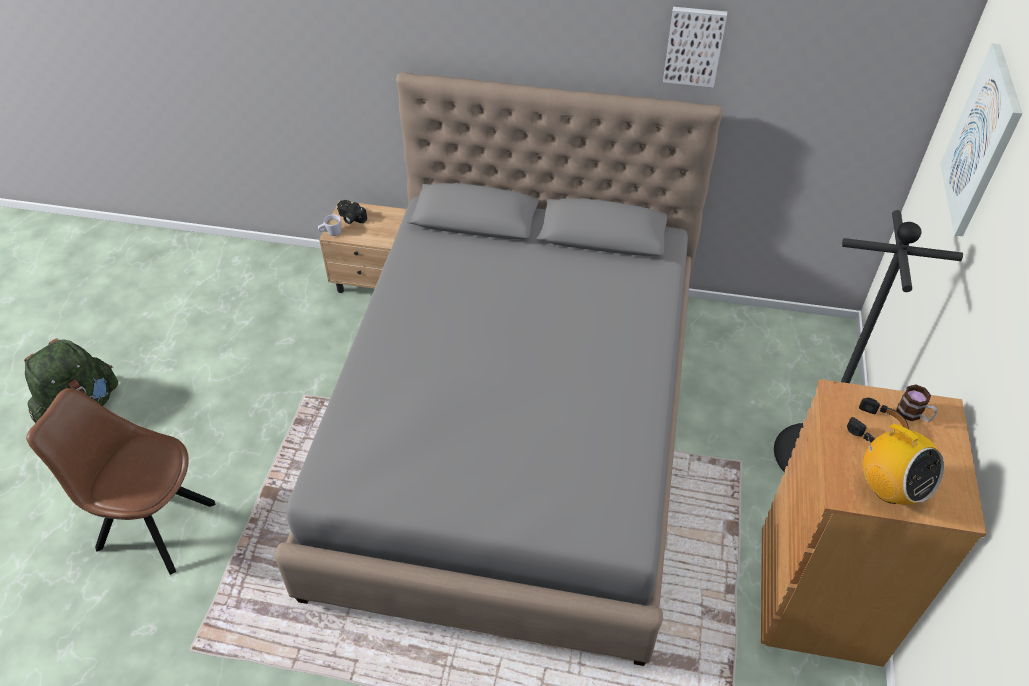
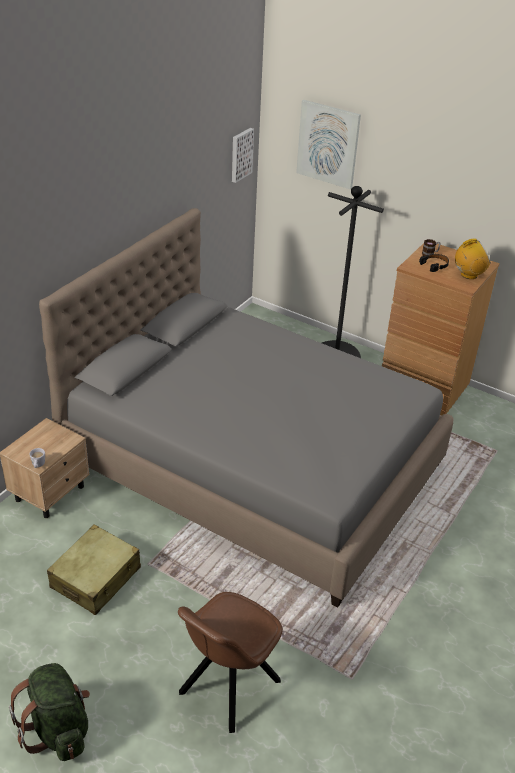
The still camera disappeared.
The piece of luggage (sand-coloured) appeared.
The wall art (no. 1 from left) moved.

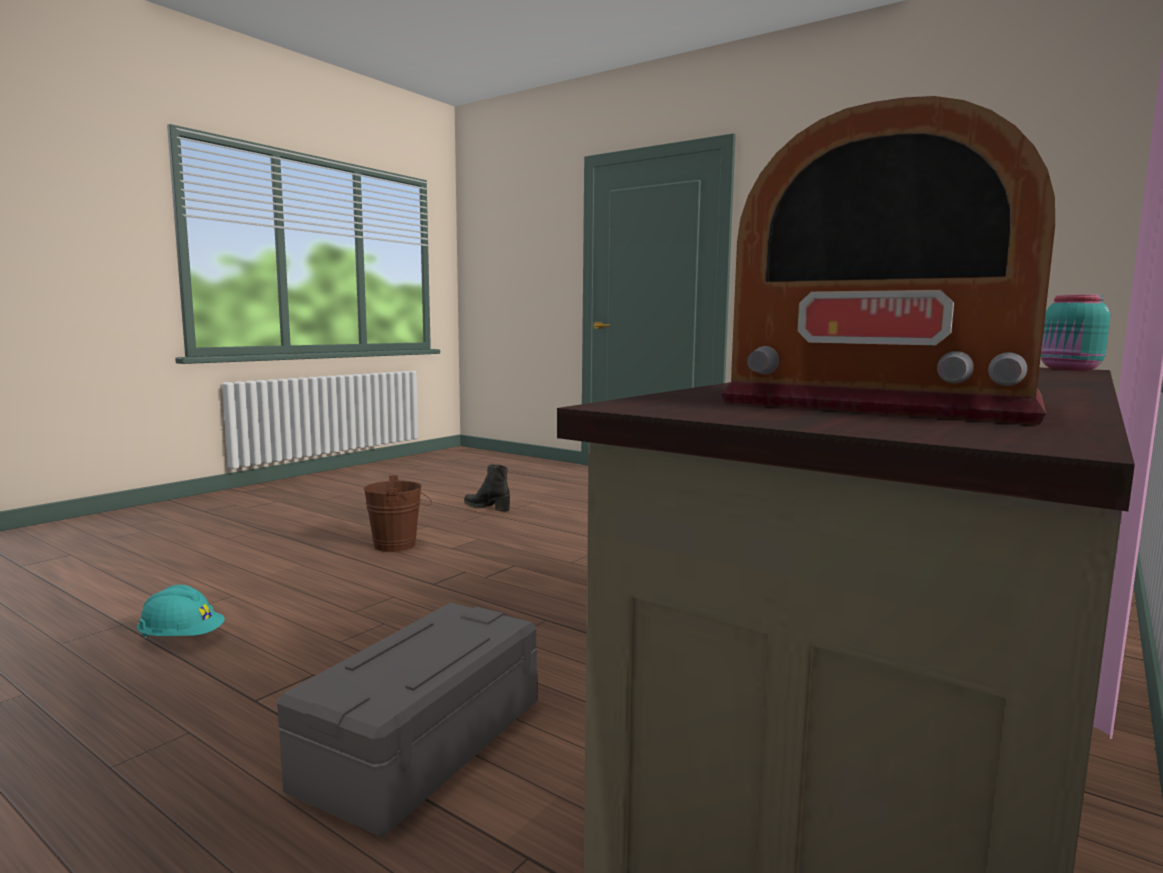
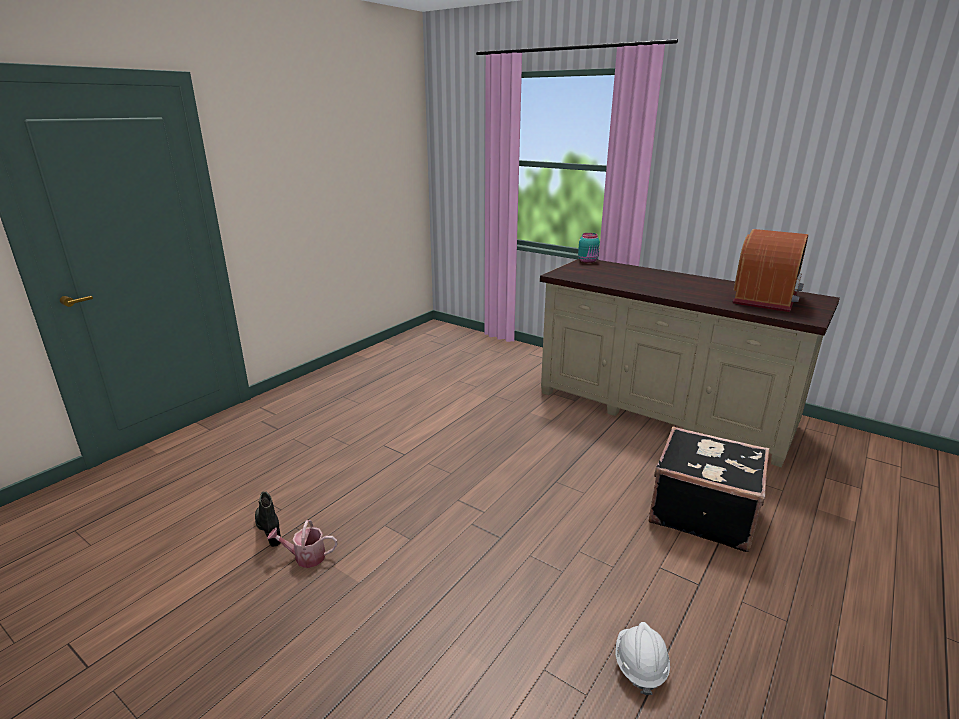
The pail (brown) disappeared.
The sprinkling can appeared.
The storage container (gray) was replaced by the piece of luggage (black-coloured).
The safety helmet (blue-green) became the safety helmet (white-coloured).
The boot (black-coloured) turned 120 degrees clockwise.

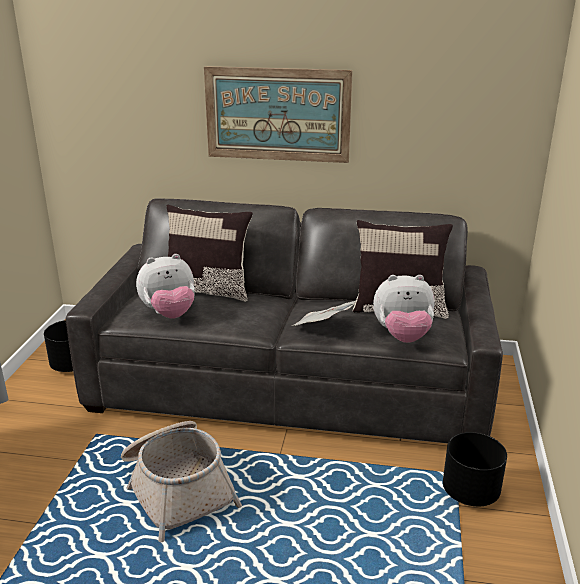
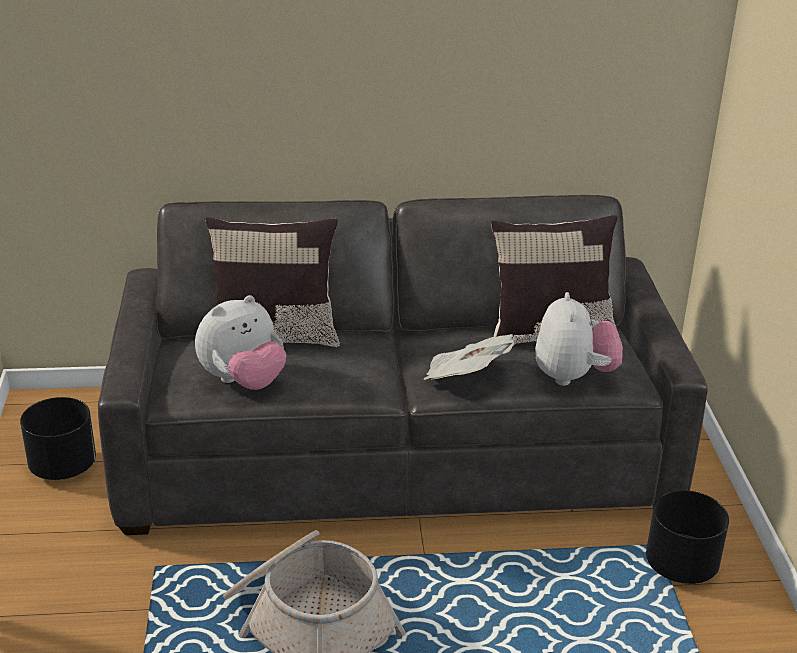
The wall art disappeared.
The plush toy (no. 2 from left) turned 75 degrees counterclockwise.

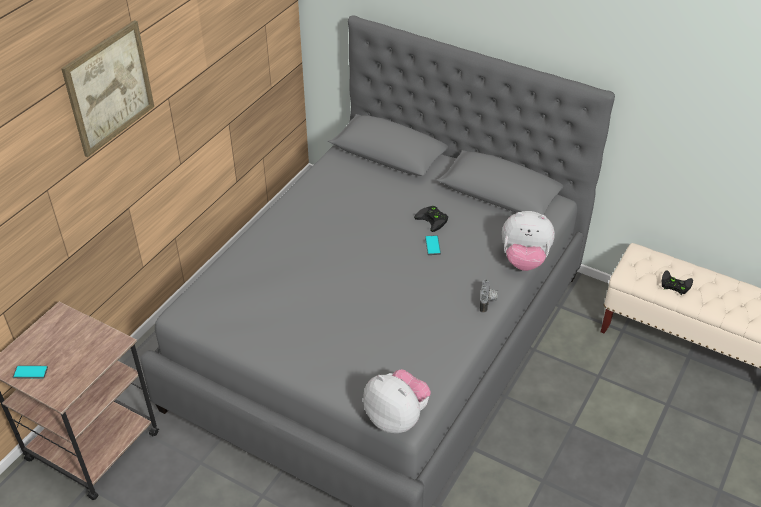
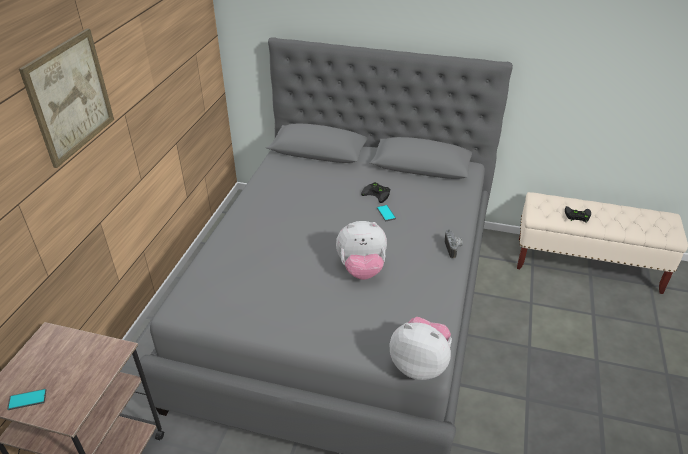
The plush toy (no. 2 from left in the first image) moved.

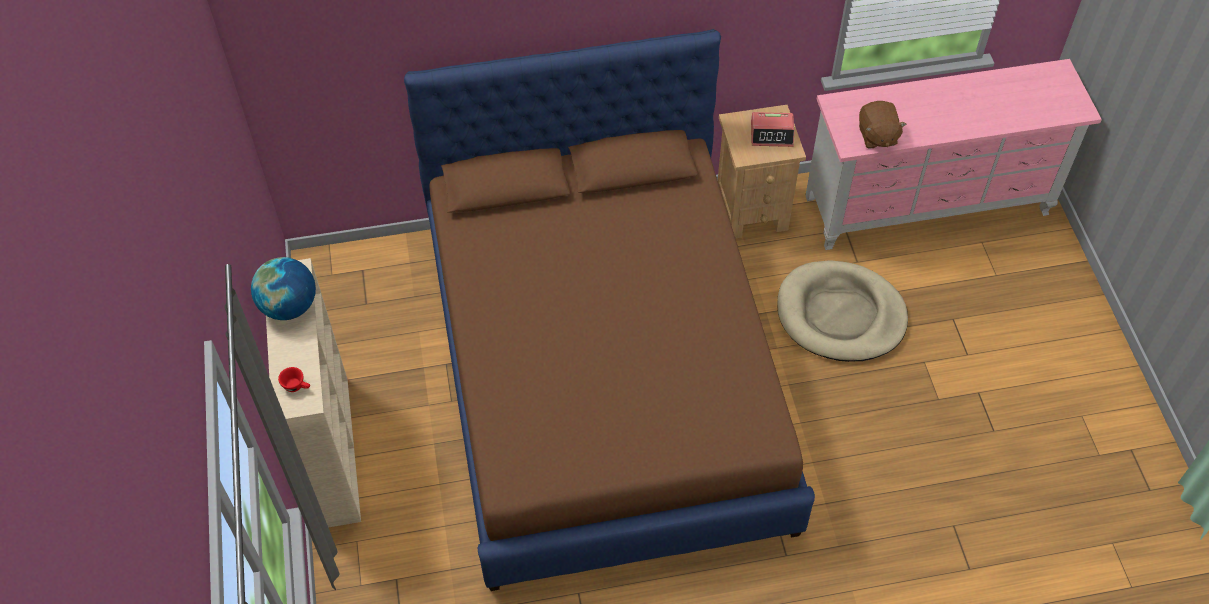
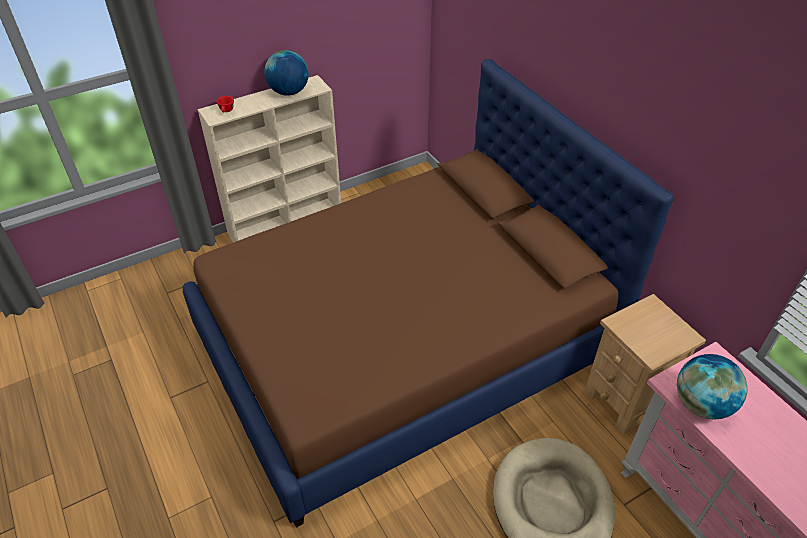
The alarm clock disappeared.
The plush toy (brown) was replaced by the desk globe (no. 2 from left).

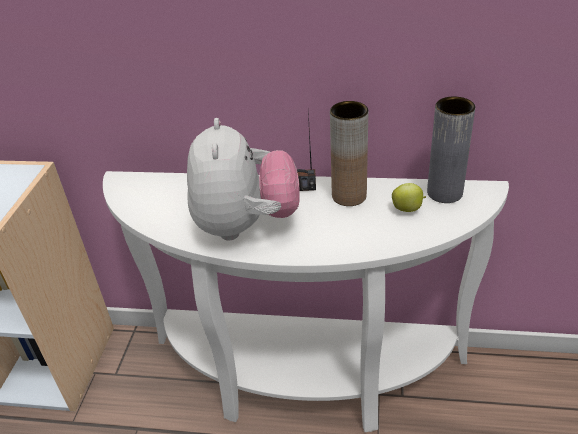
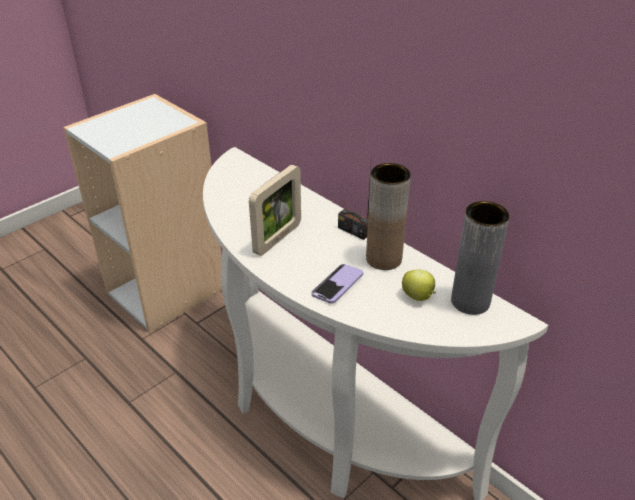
The handset appeared.
The plush toy was replaced by the standing frame.

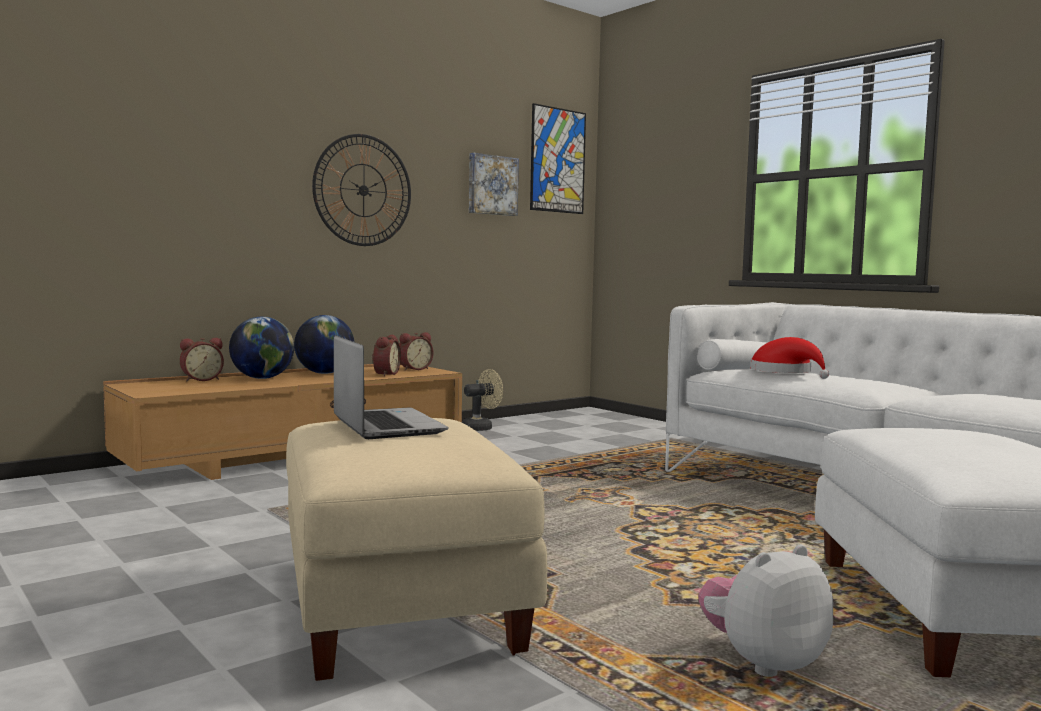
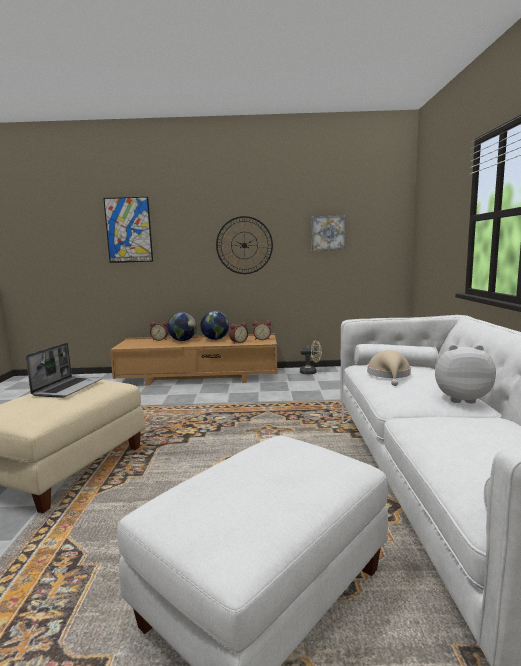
The wall art (no. 2 from left in the first image) moved.
The plush toy moved.
The hat (reddish) became the hat (sand-coloured).

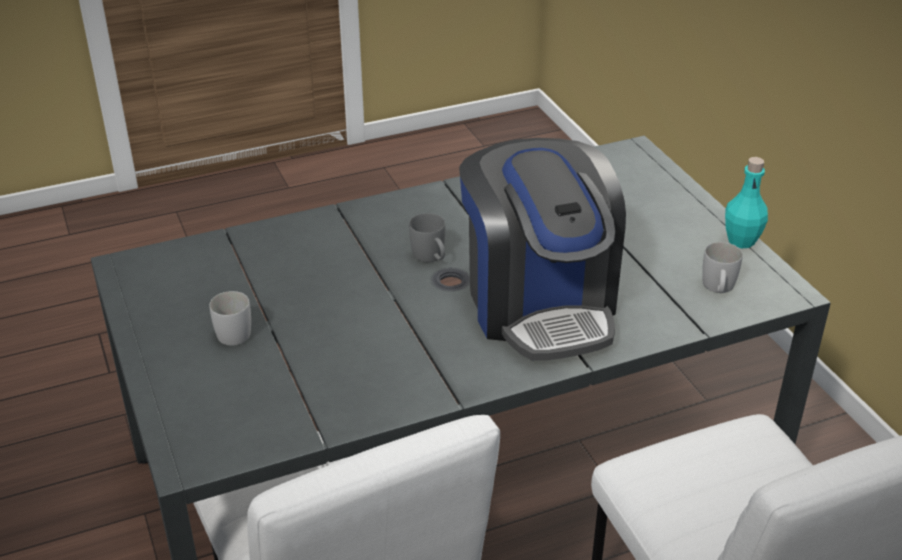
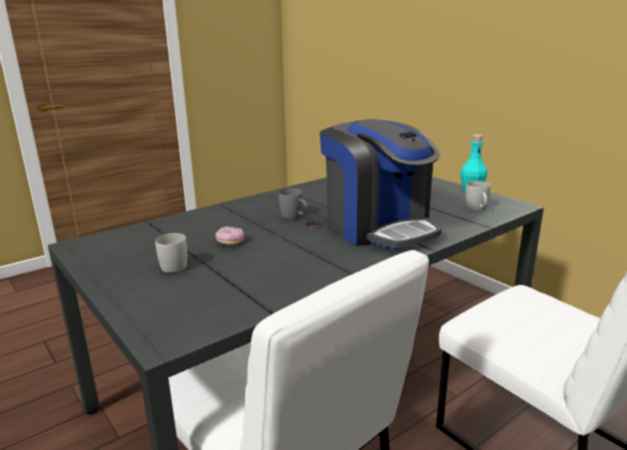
The donut appeared.

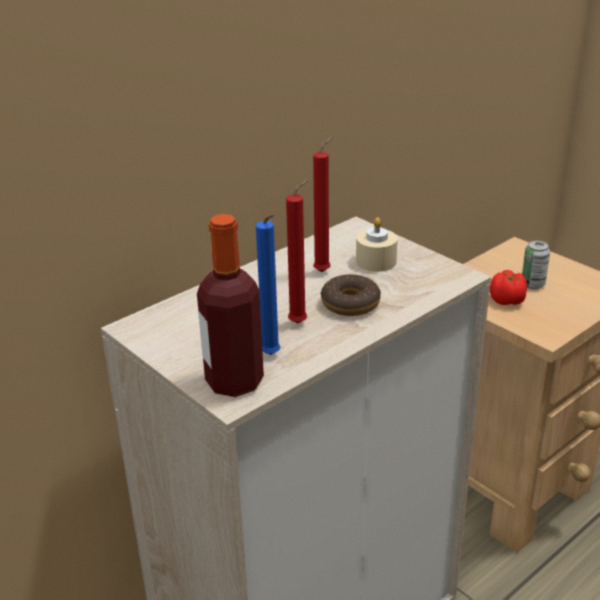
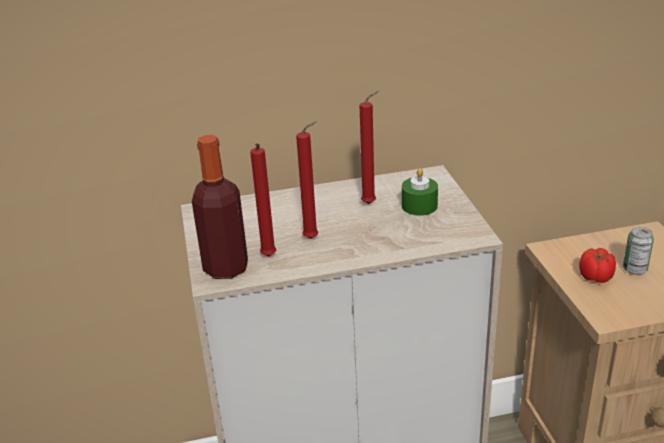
The donut disappeared.
The wax candle (blue-coloured) became the wax candle (reddish) (no. 1 from left).
The wax candle (sand-coloured) became the wax candle (green).

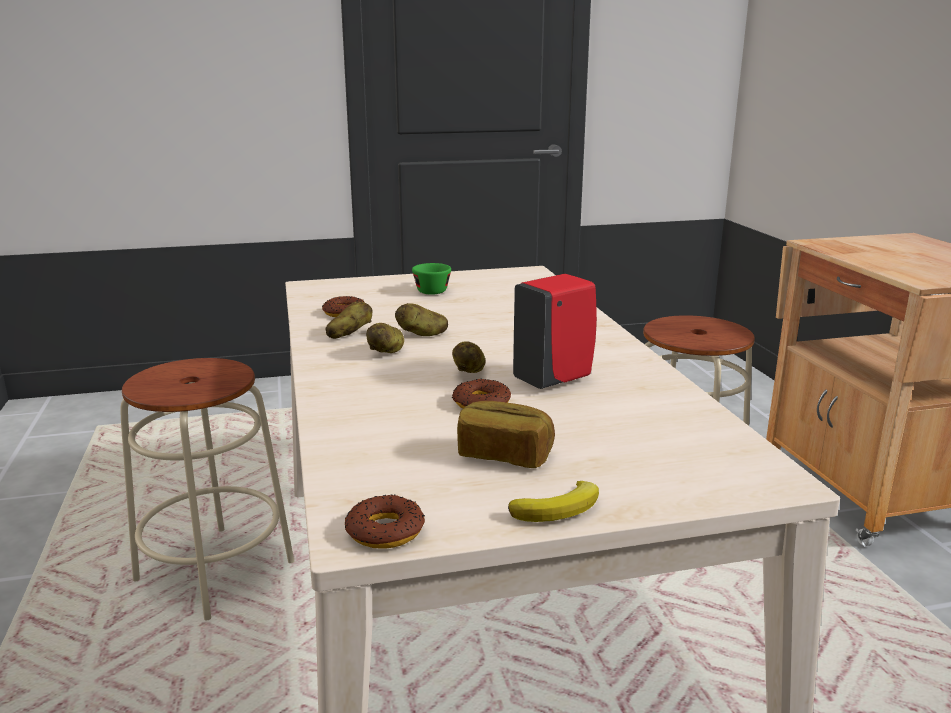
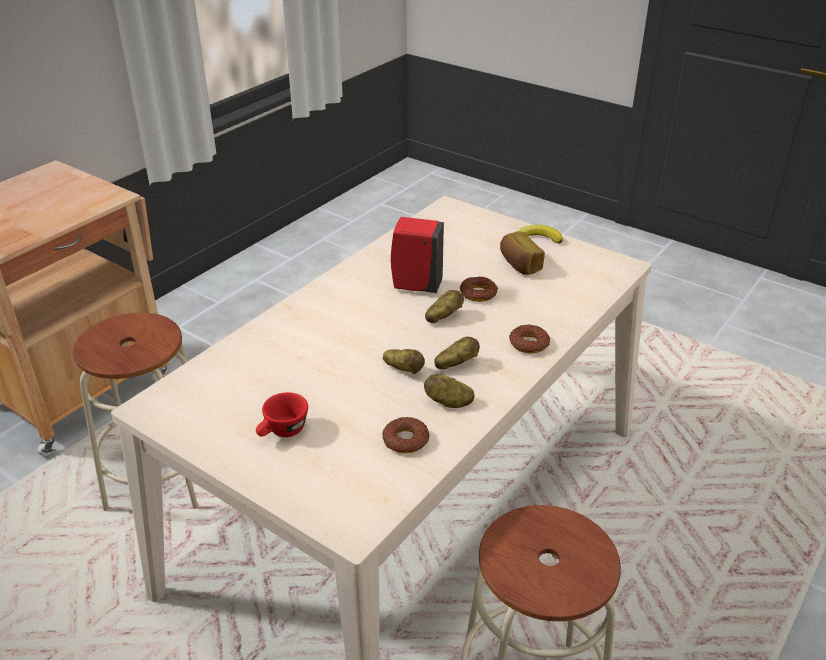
The donut (no. 2 from left in the first image) moved.
The small cup (green) became the small cup (reddish).

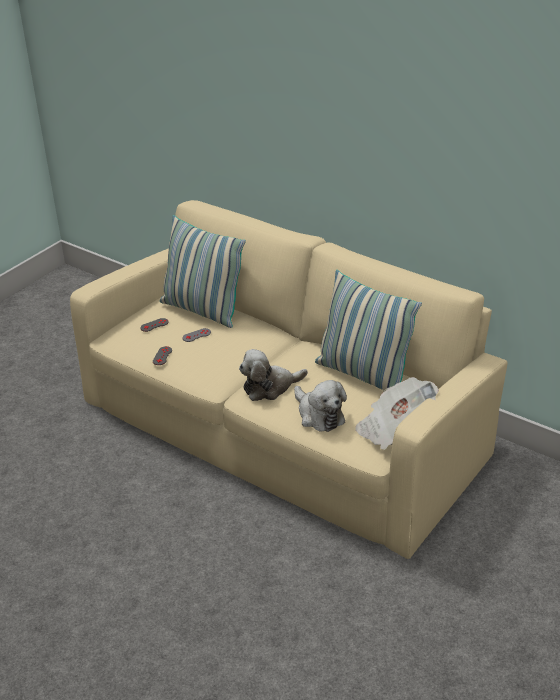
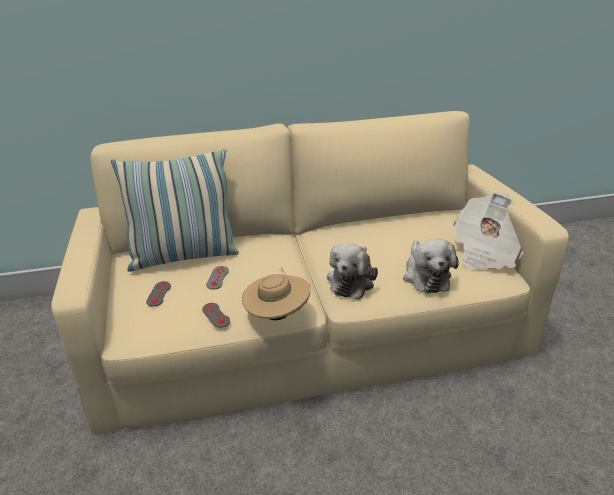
The throw pillow (no. 2 from left) disappeared.
The hat (sand-coloured) appeared.
The plush toy (no. 2 from left) turned 75 degrees clockwise.

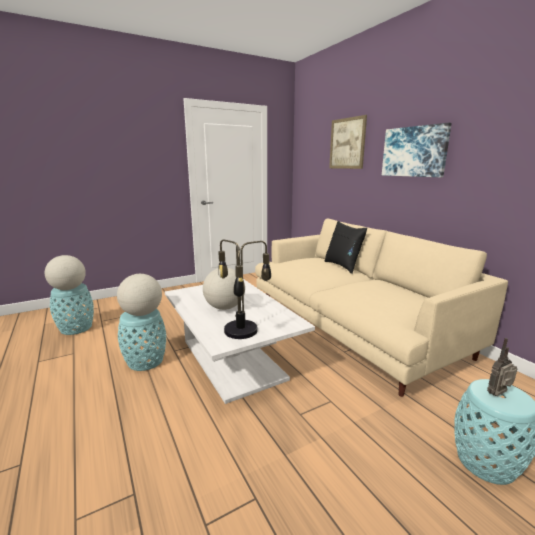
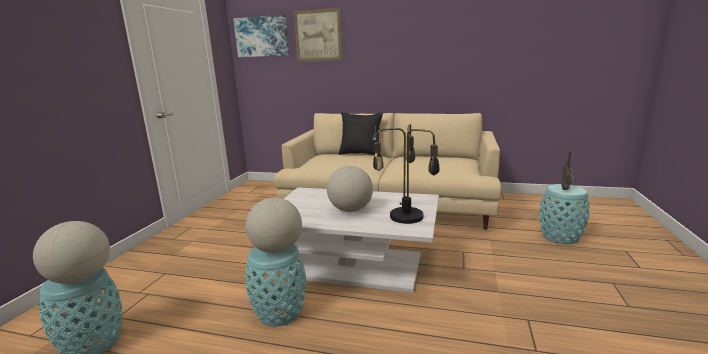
The wall art (no. 2 from left in the first image) moved.

